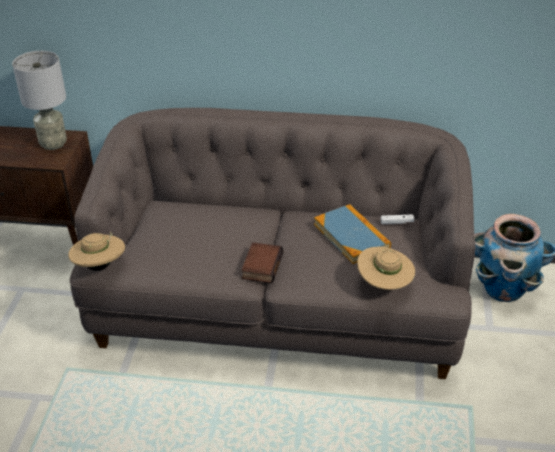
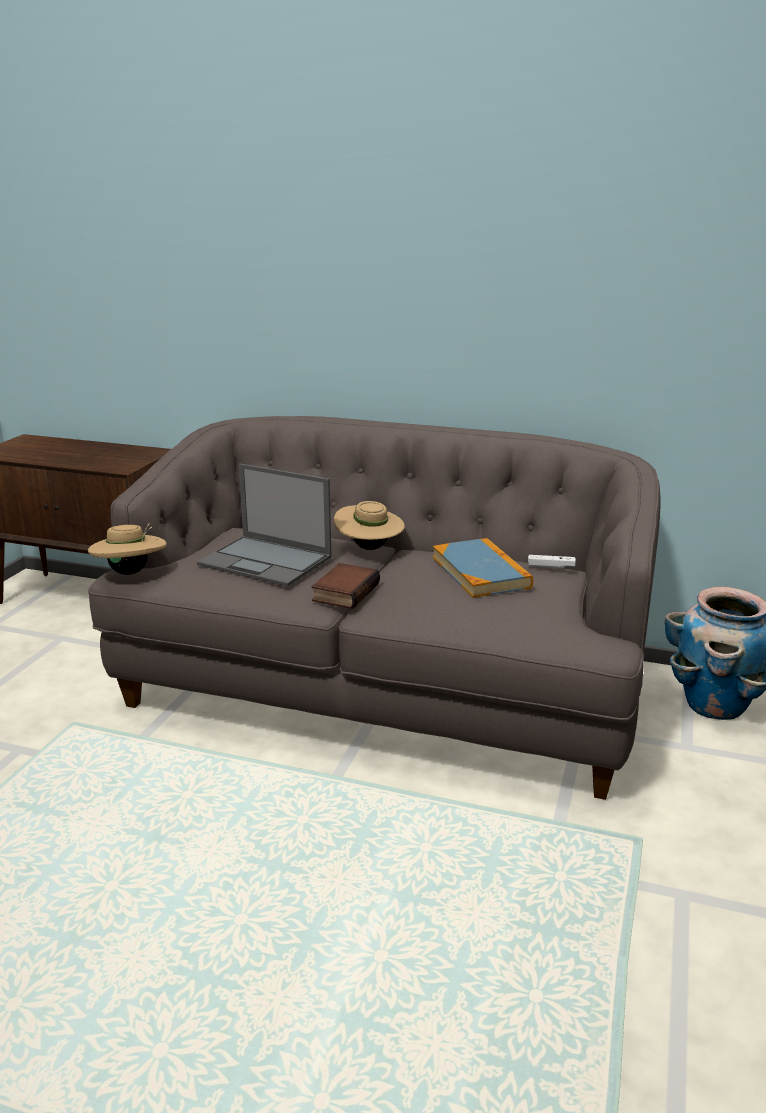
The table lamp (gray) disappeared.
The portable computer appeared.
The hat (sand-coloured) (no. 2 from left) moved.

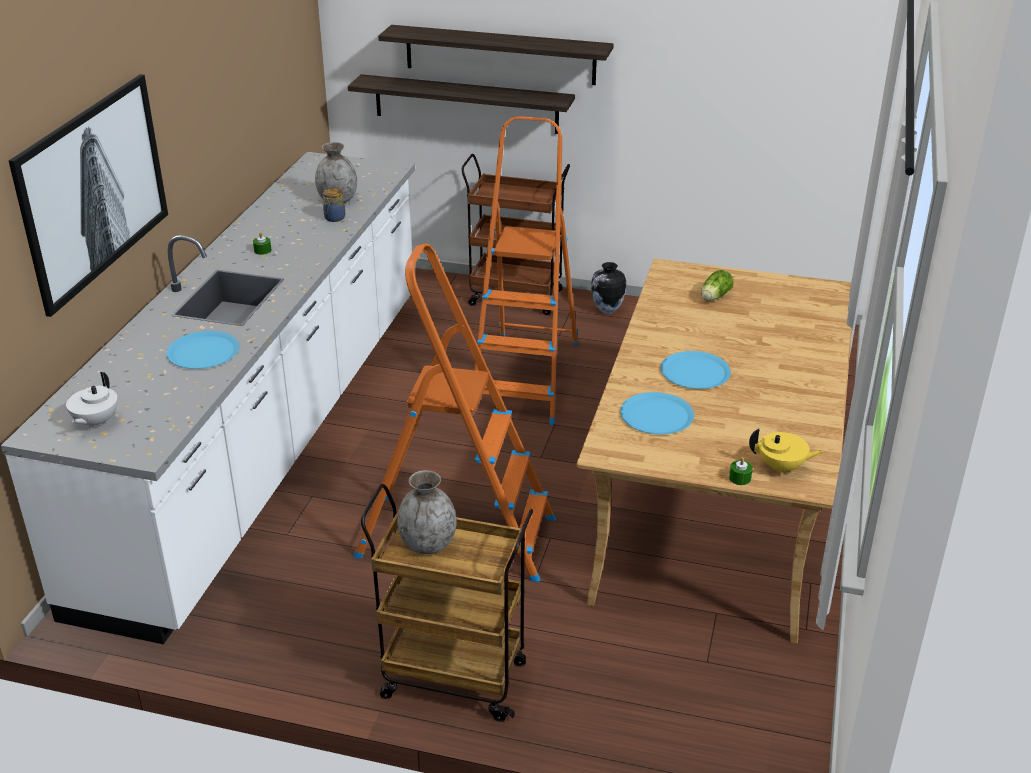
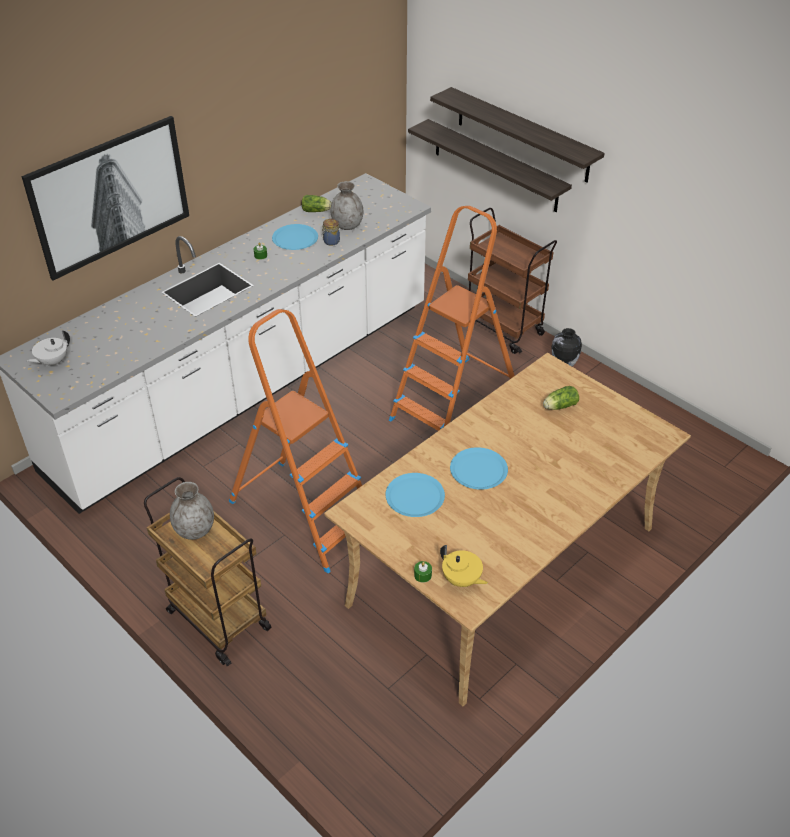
The lettuce (no. 1 from left) appeared.
The plate (blue-coloured) (no. 1 from left) moved.

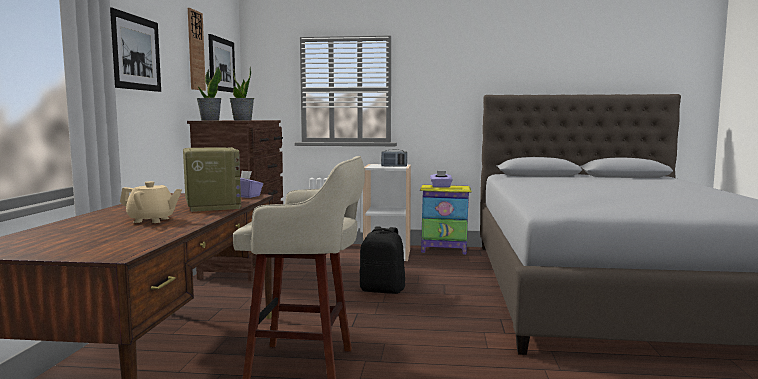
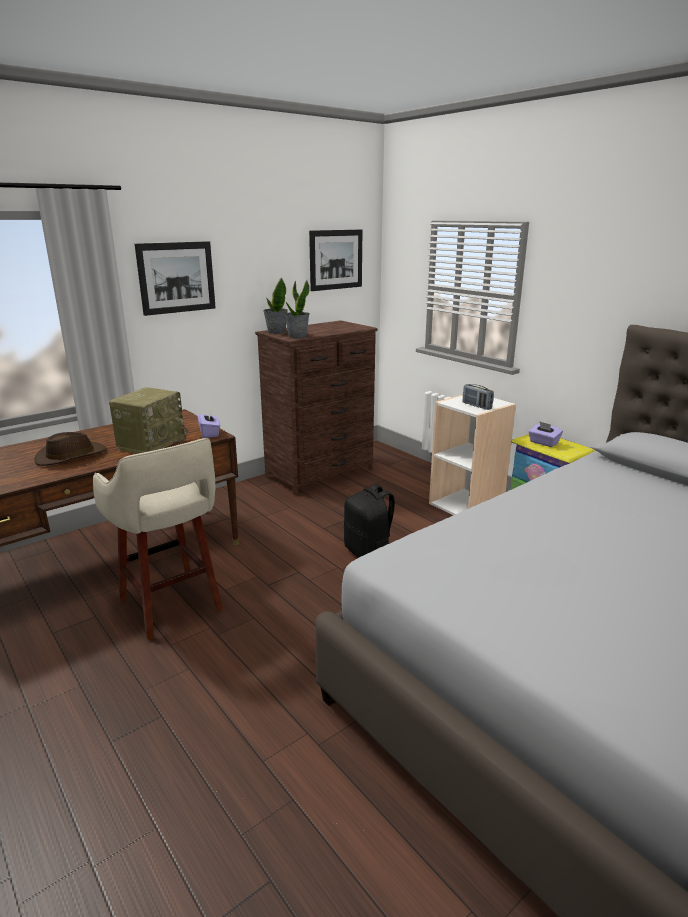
The hanging clock disappeared.
The pot for tea (sand-coloured) was replaced by the hat (brown).

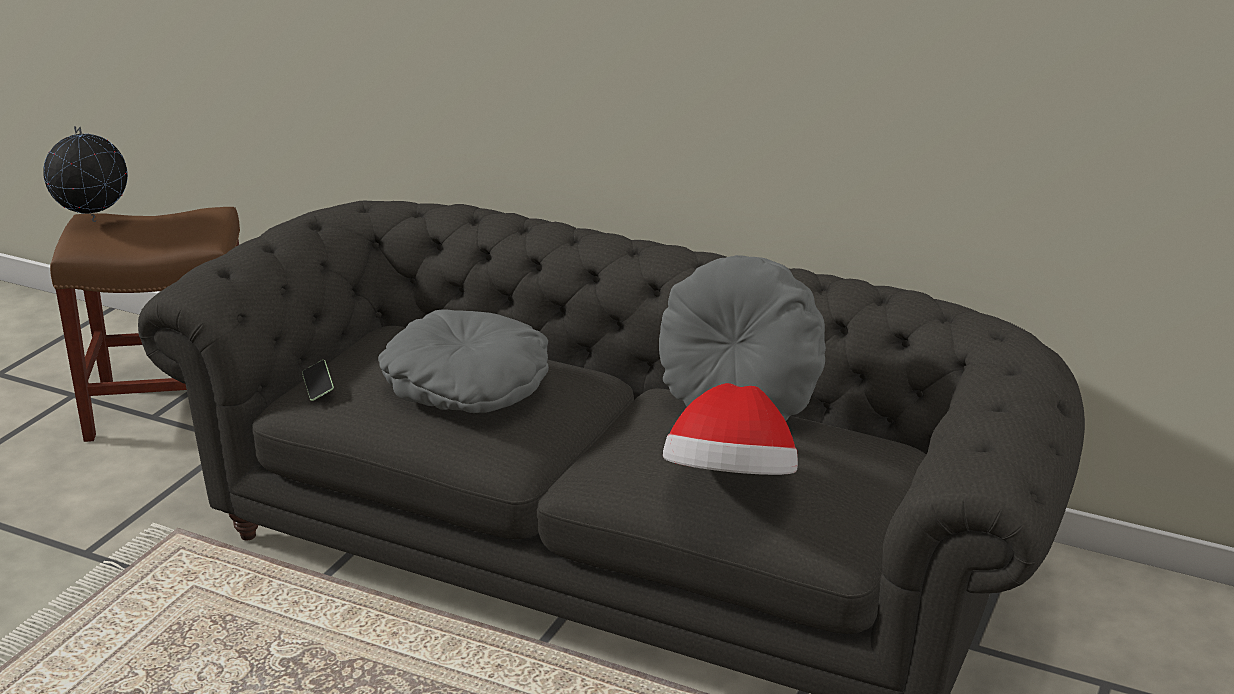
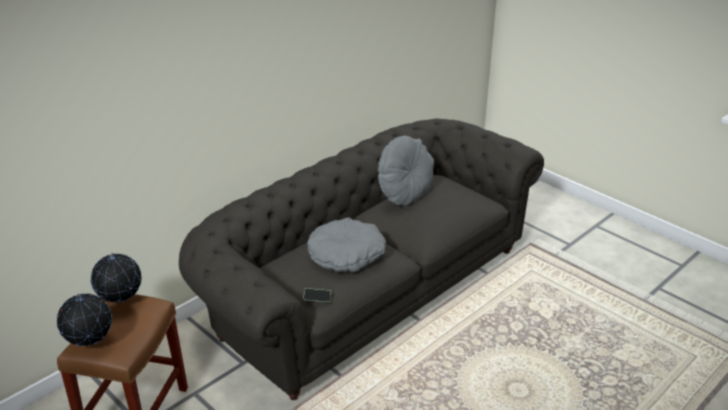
The hat disappeared.
The desk globe (no. 2 from left) appeared.

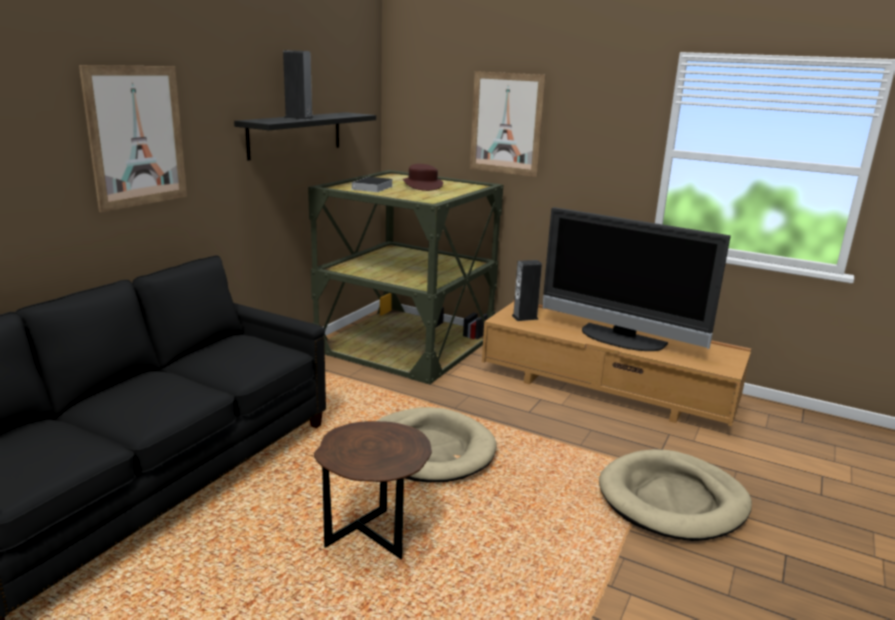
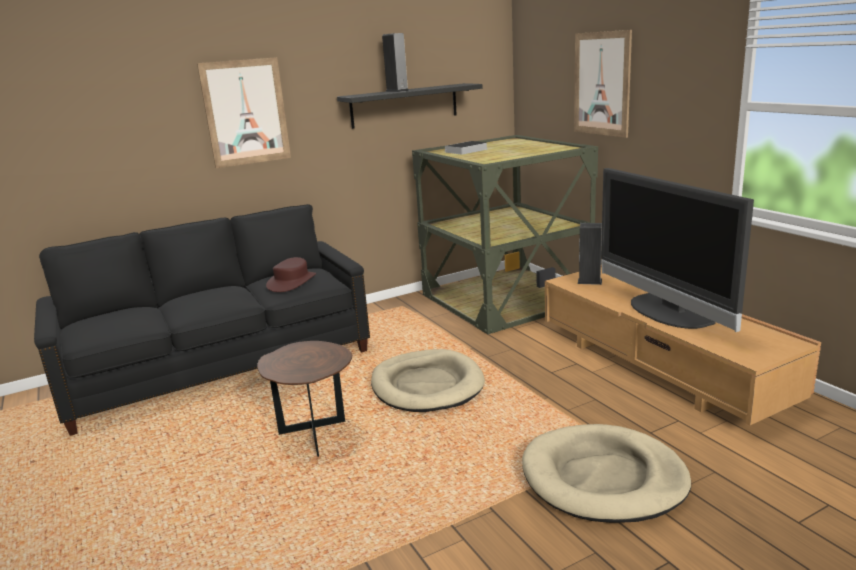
The hat (brown) moved.

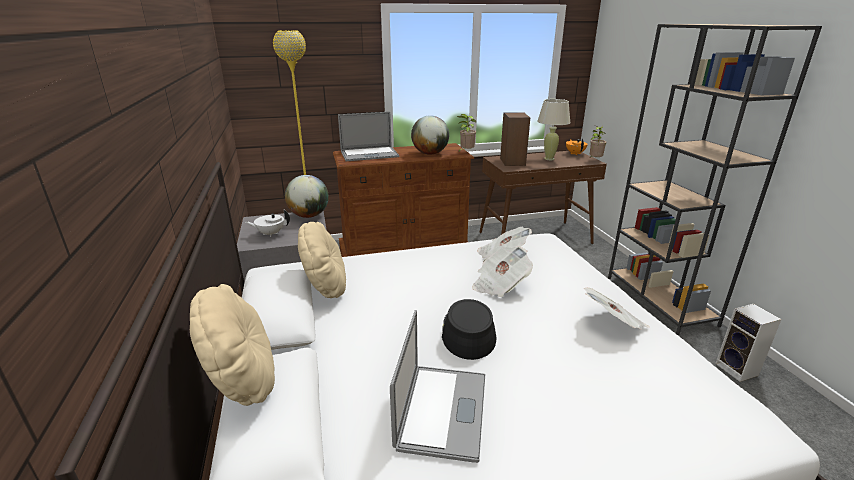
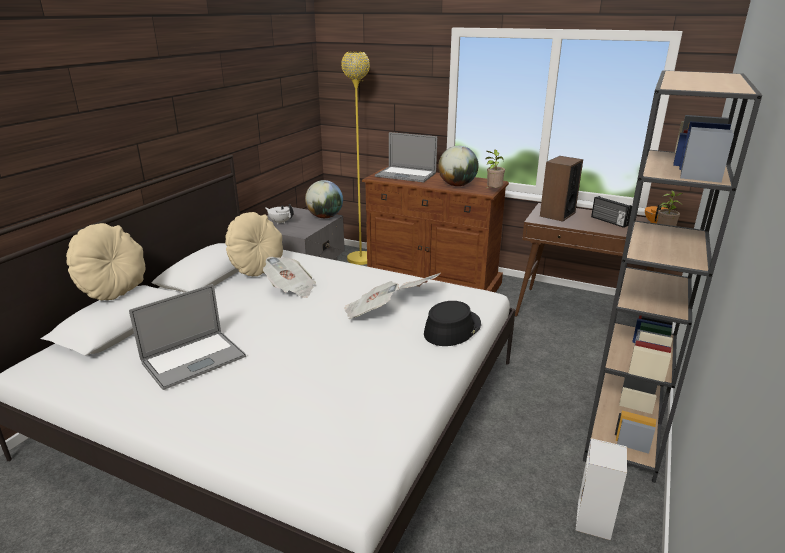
The hat (black-coloured) moved.
The daily paper (no. 3 from left in the first image) moved.
The table lamp (sand-coloured) was replaced by the radio receiver.

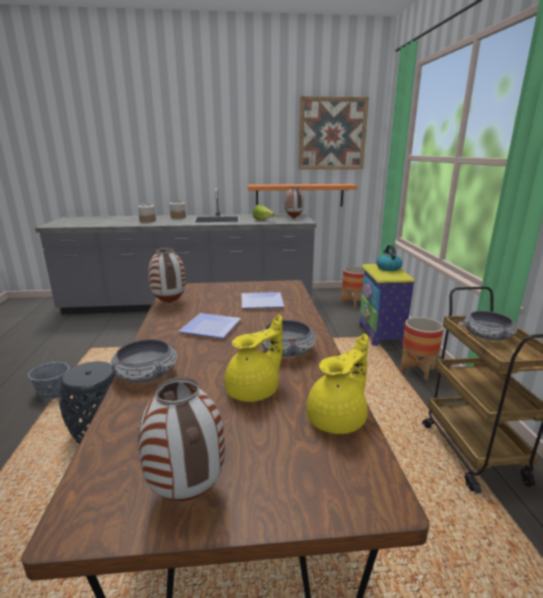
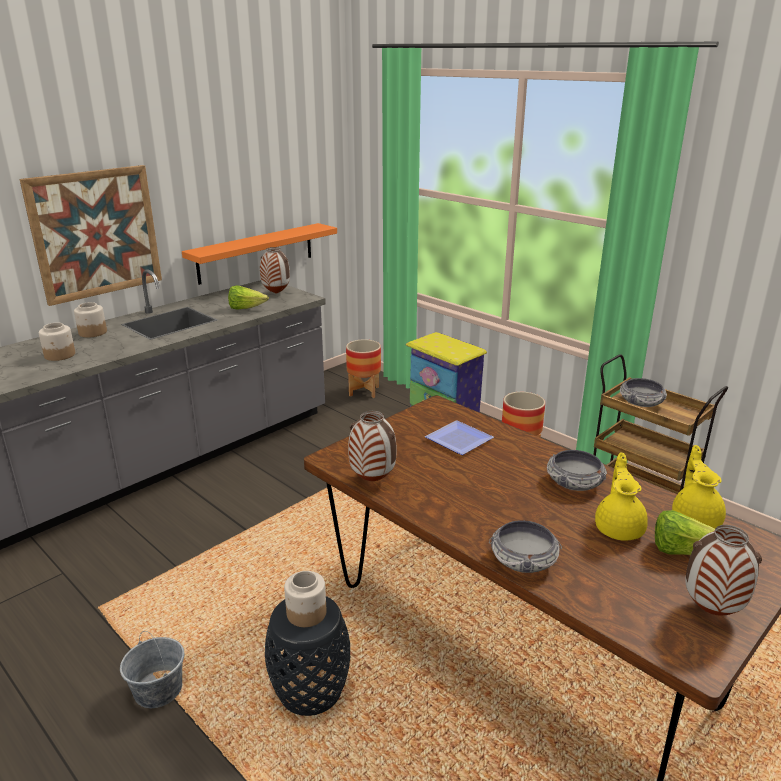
The plate (no. 1 from left) disappeared.
The tea kettle disappeared.
The storage jar (no. 3 from left) appeared.
The lettuce (no. 2 from left) appeared.
The wall art moved.

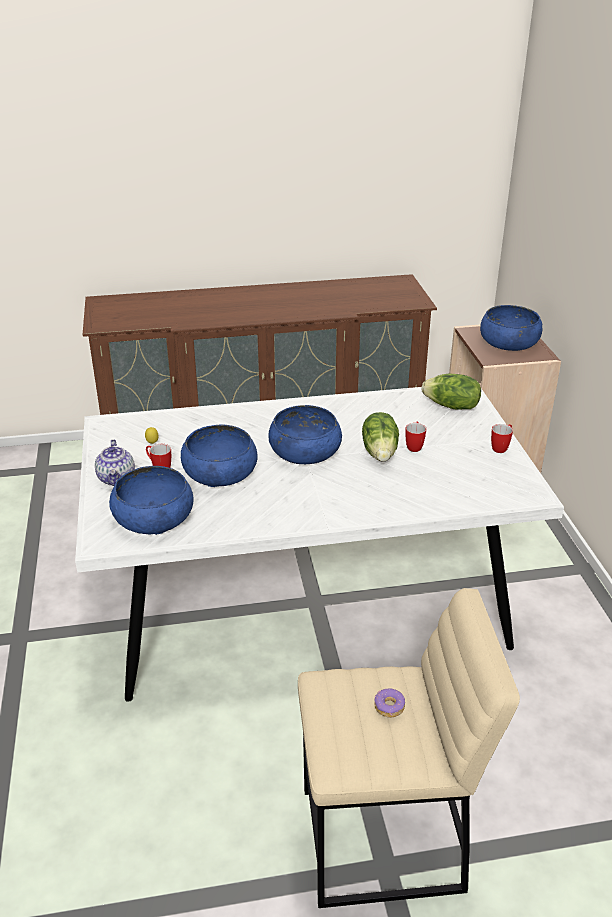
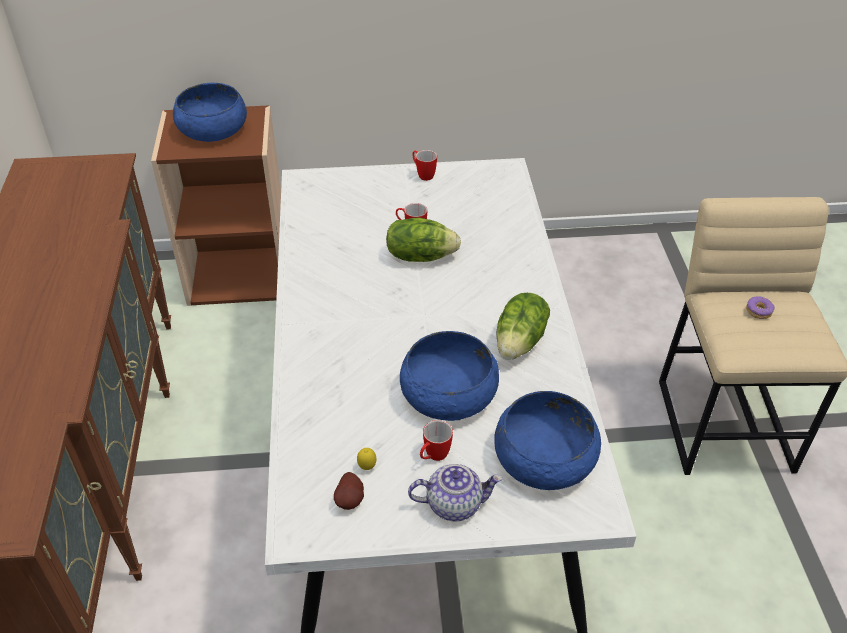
The serving bowl (blue-coloured) (no. 3 from left) disappeared.
The spud appeared.
The lettuce (no. 2 from left) moved.

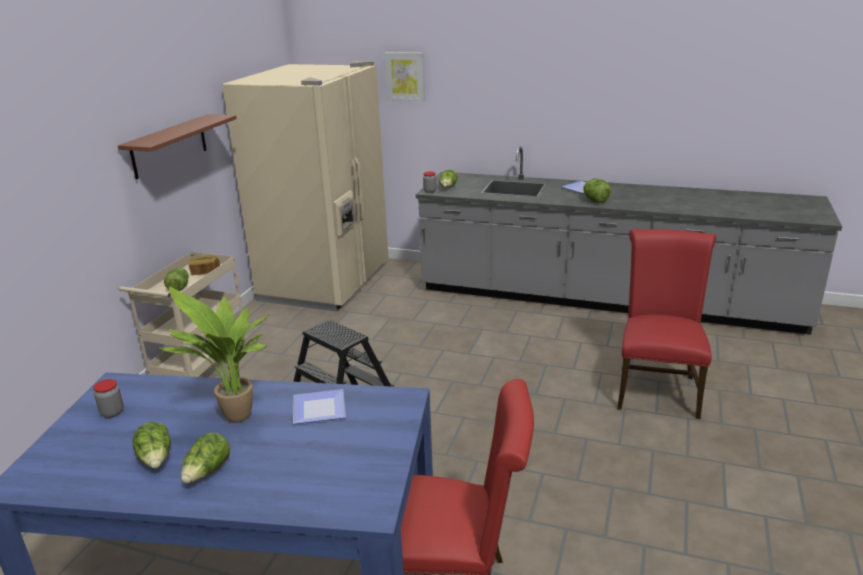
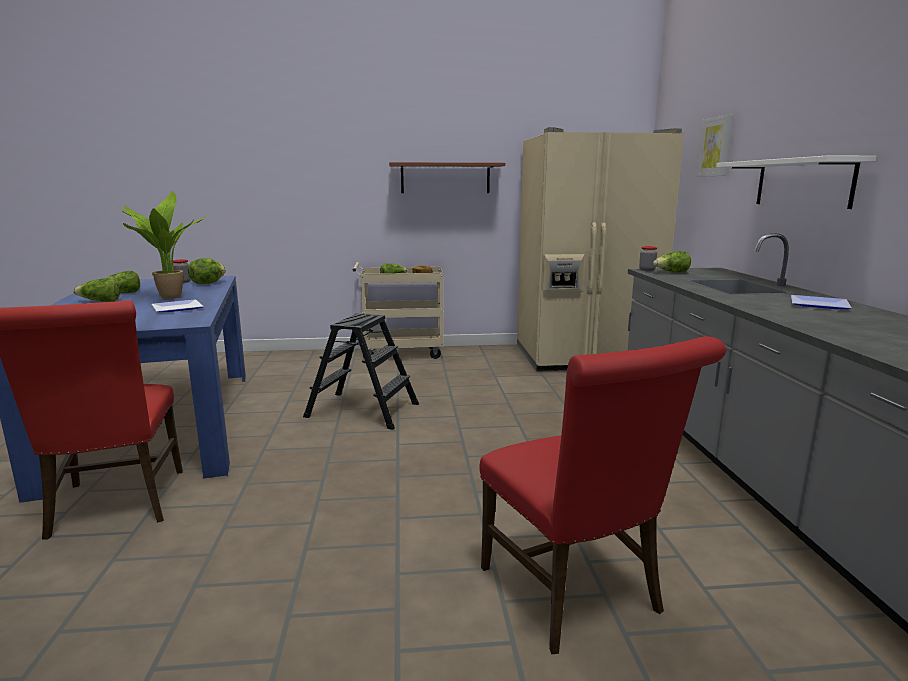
The shelf (white-coloured) appeared.
The lettuce (no. 5 from left in the first image) moved.
The chair (reddish) (no. 2 from left) turned 75 degrees clockwise.

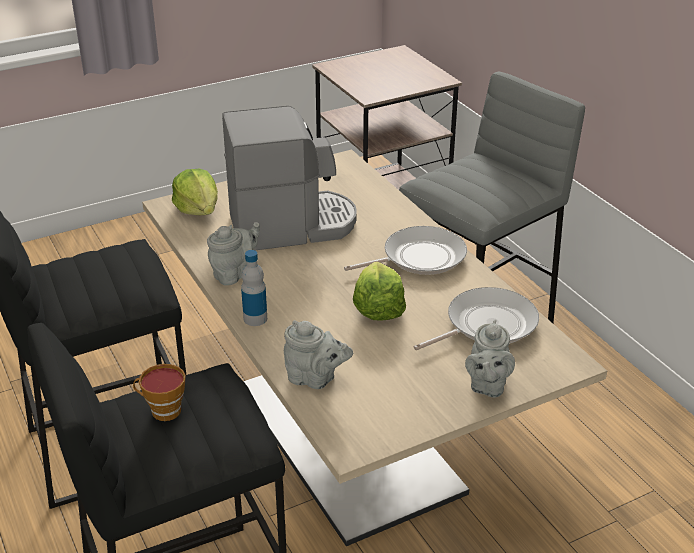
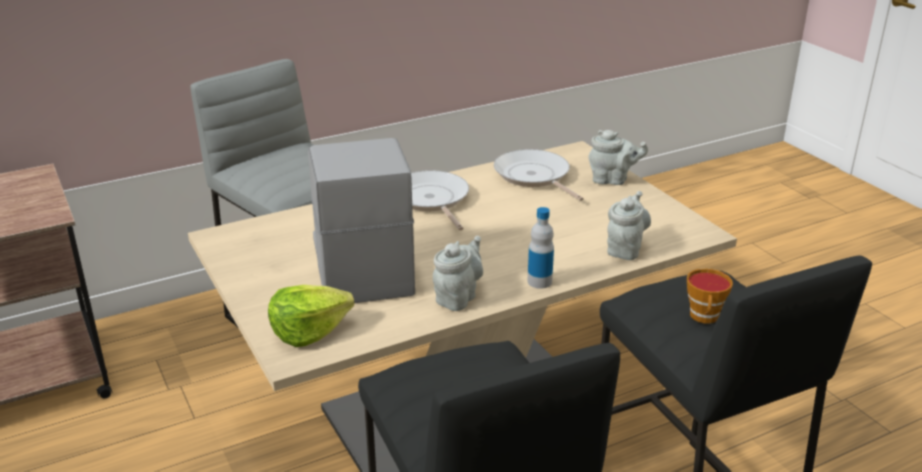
The lettuce (no. 2 from left) disappeared.
The pot for tea (gray) (no. 1 from left) turned 75 degrees clockwise.

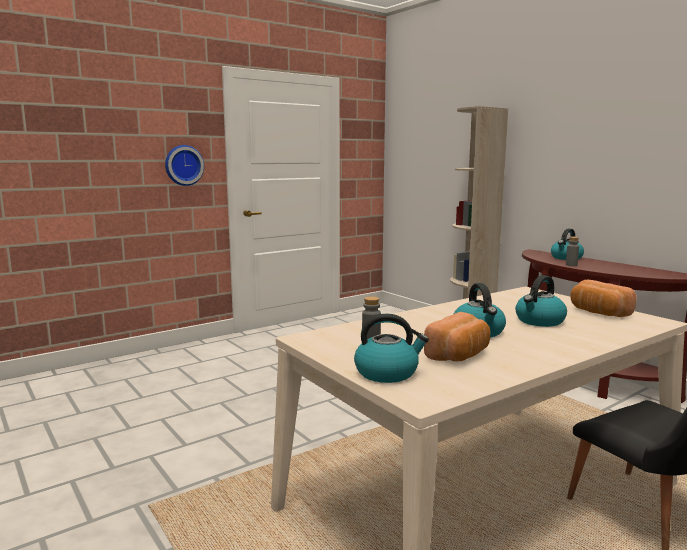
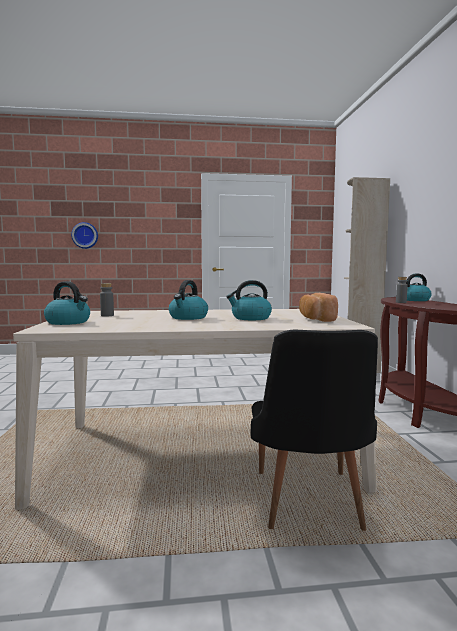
The bread (no. 1 from left) disappeared.
The hanging clock moved.

